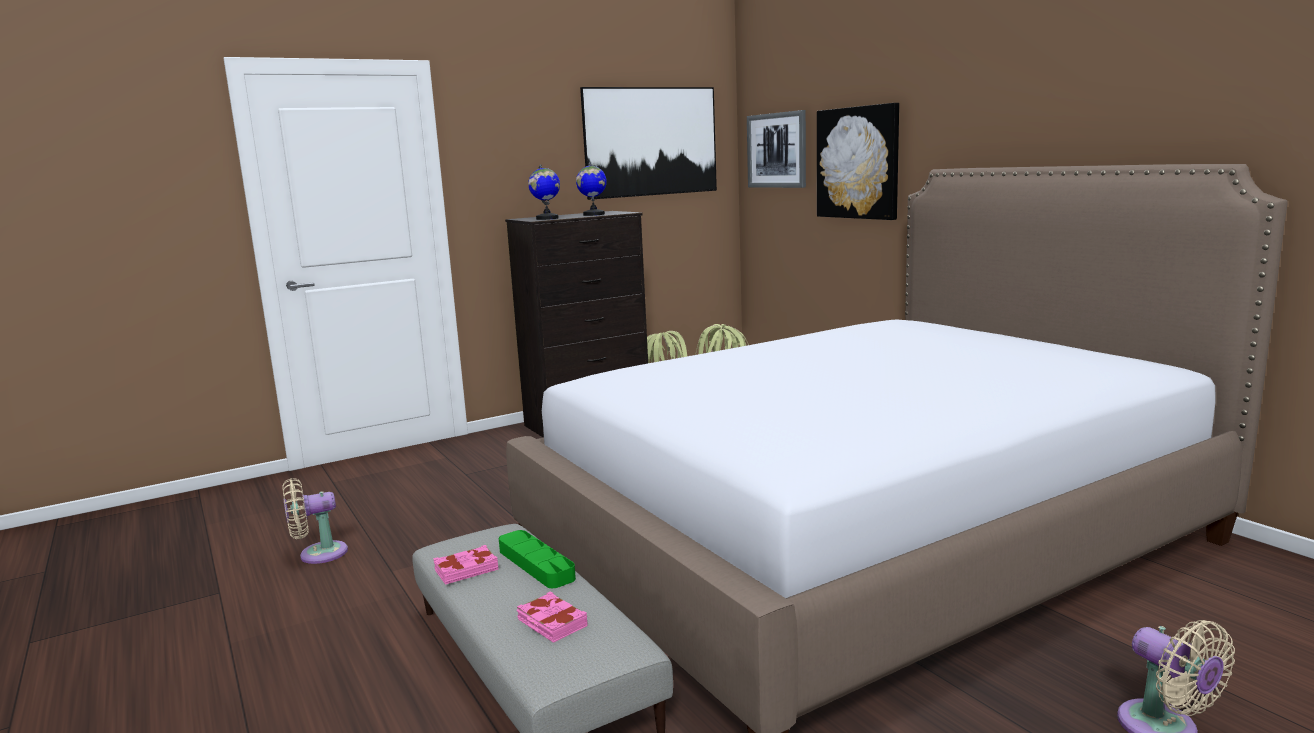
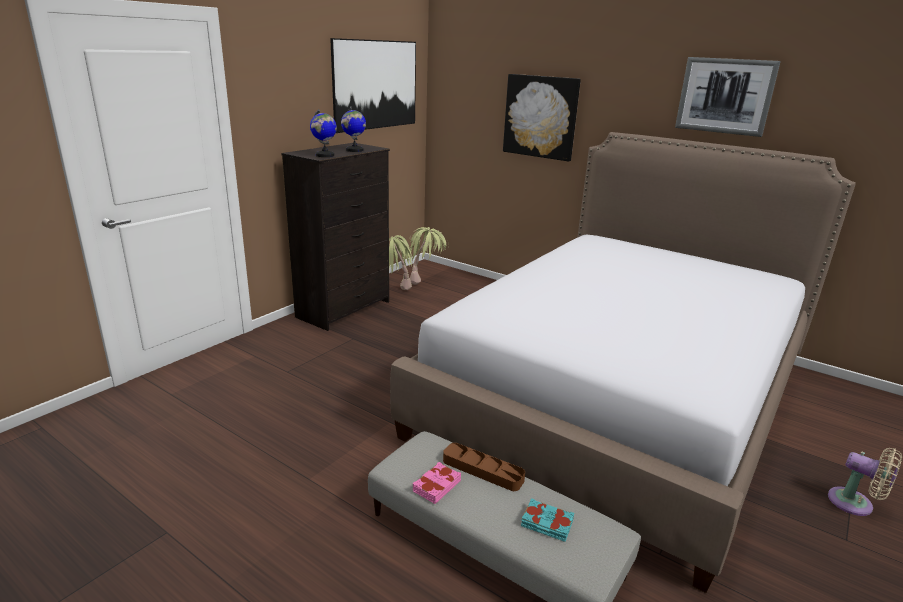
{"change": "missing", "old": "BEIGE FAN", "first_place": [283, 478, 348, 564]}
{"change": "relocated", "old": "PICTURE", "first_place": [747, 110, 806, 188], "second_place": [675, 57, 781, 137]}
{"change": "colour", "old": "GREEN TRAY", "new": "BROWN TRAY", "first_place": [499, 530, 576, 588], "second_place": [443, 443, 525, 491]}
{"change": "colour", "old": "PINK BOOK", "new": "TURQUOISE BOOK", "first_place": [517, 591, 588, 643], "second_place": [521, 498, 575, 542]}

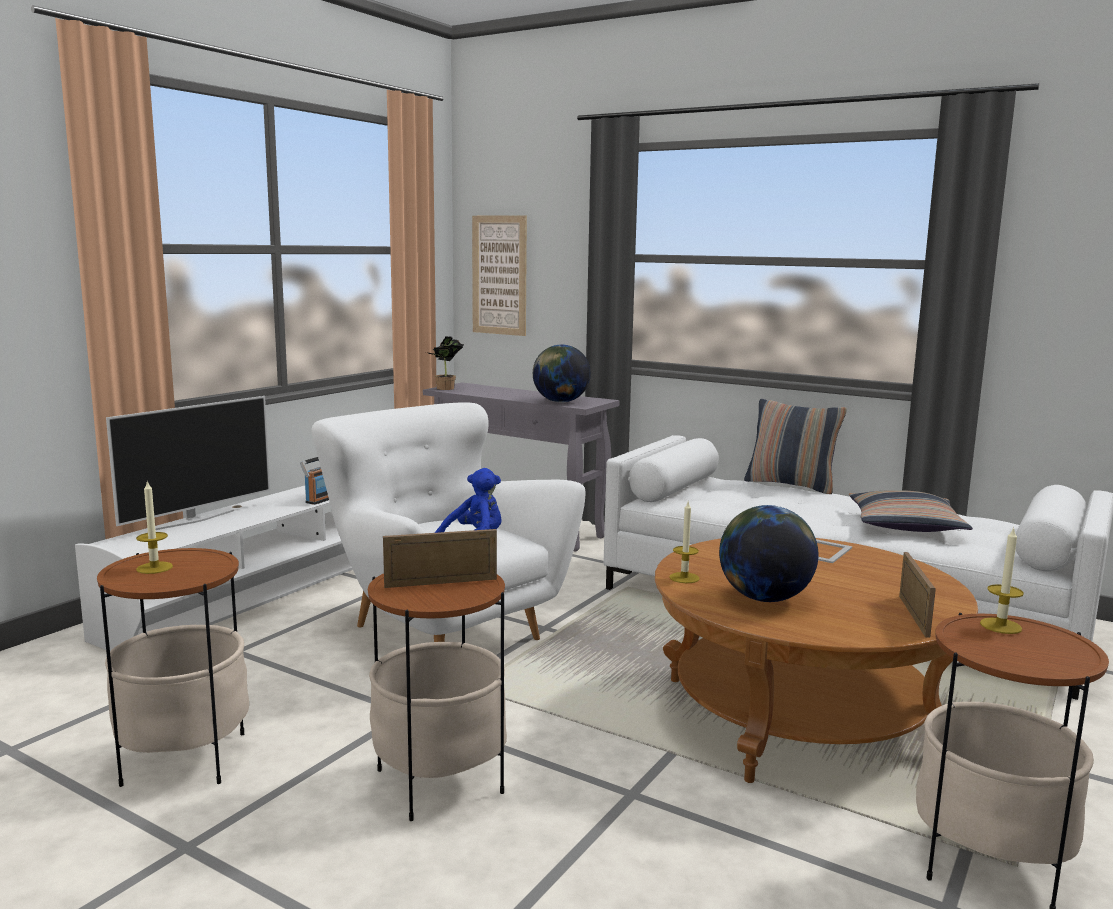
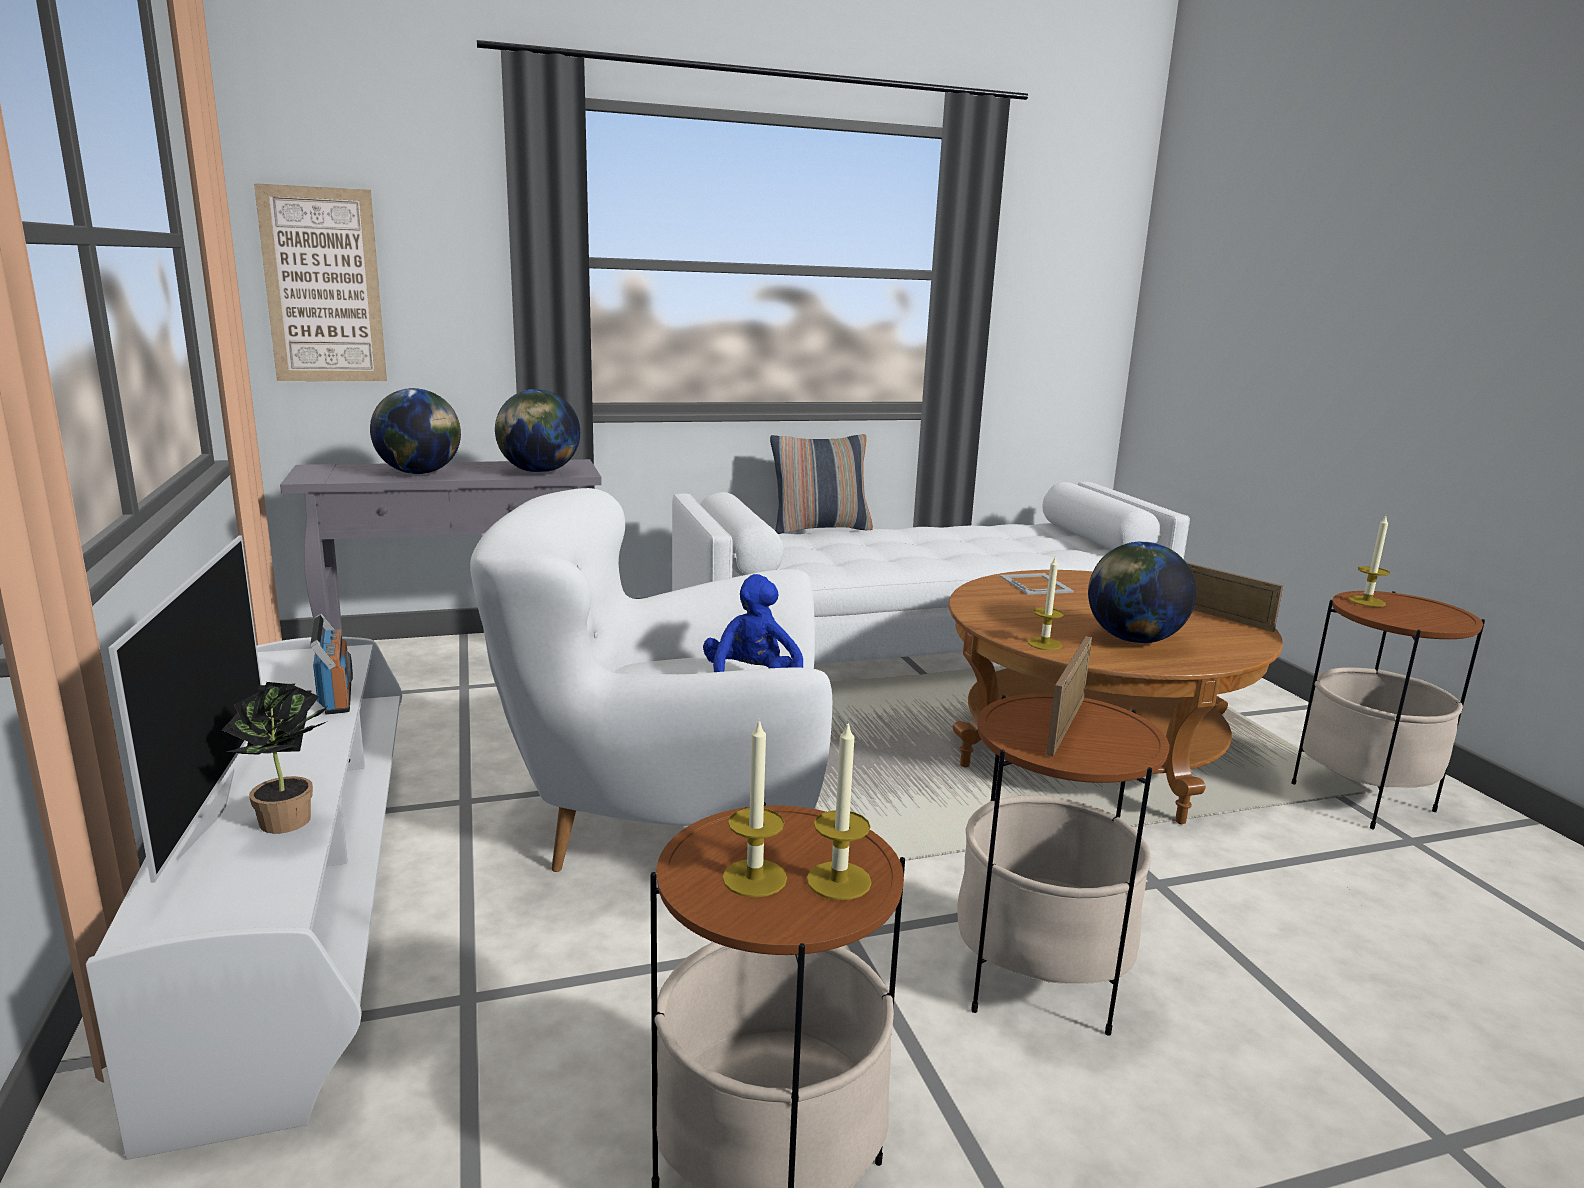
{"change": "missing", "old": "PILLOW", "first_place": [849, 490, 973, 532]}
{"change": "appeared", "new": "GLOBE", "second_place": [370, 388, 461, 474]}
{"change": "appeared", "new": "CANDLE", "second_place": [806, 724, 872, 900]}
{"change": "relocated", "old": "POTTED PLANT", "first_place": [426, 336, 464, 390], "second_place": [222, 682, 328, 834]}

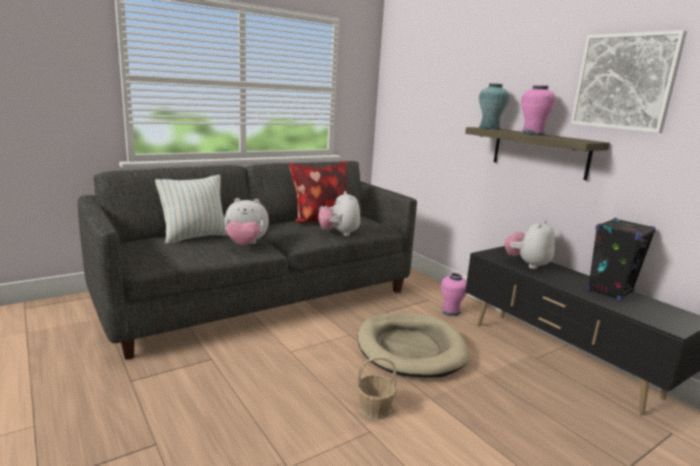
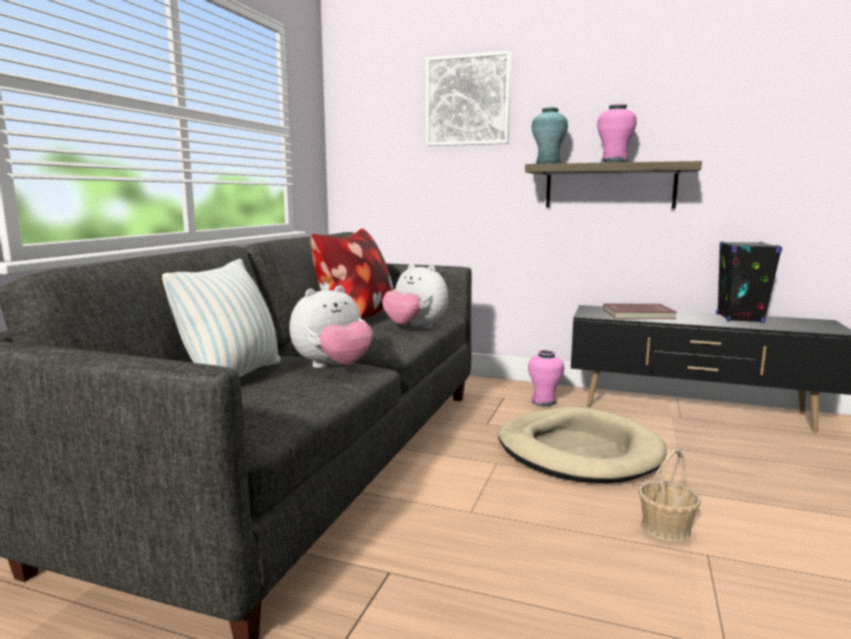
{"change": "relocated", "old": "PICTURE", "first_place": [570, 30, 687, 133], "second_place": [426, 51, 511, 146]}
{"change": "exchanged", "old": "PLUSH TOY", "new": "RED BOOK", "first_place": [504, 220, 555, 269], "second_place": [603, 303, 677, 319]}

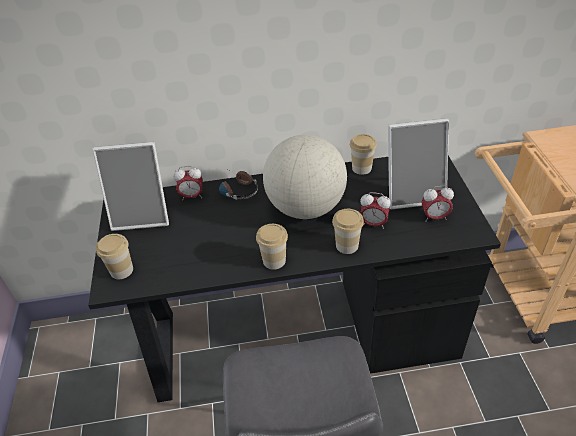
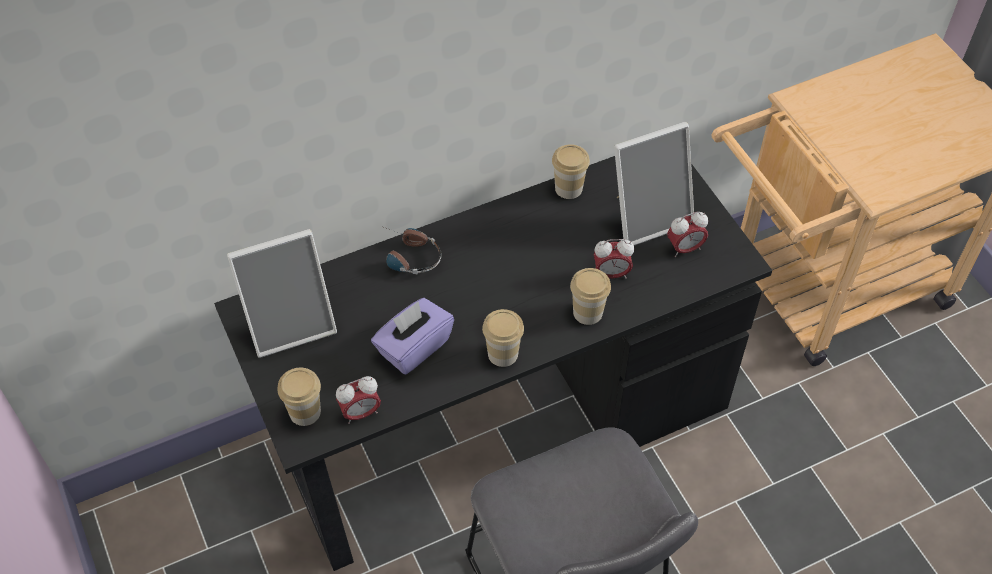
{"change": "missing", "old": "GLOBE", "first_place": [263, 135, 347, 219]}
{"change": "appeared", "new": "PURPLE TISSUE BOX", "second_place": [371, 298, 454, 374]}
{"change": "relocated", "old": "ALARM CLOCK", "first_place": [173, 166, 203, 199], "second_place": [336, 376, 381, 424]}

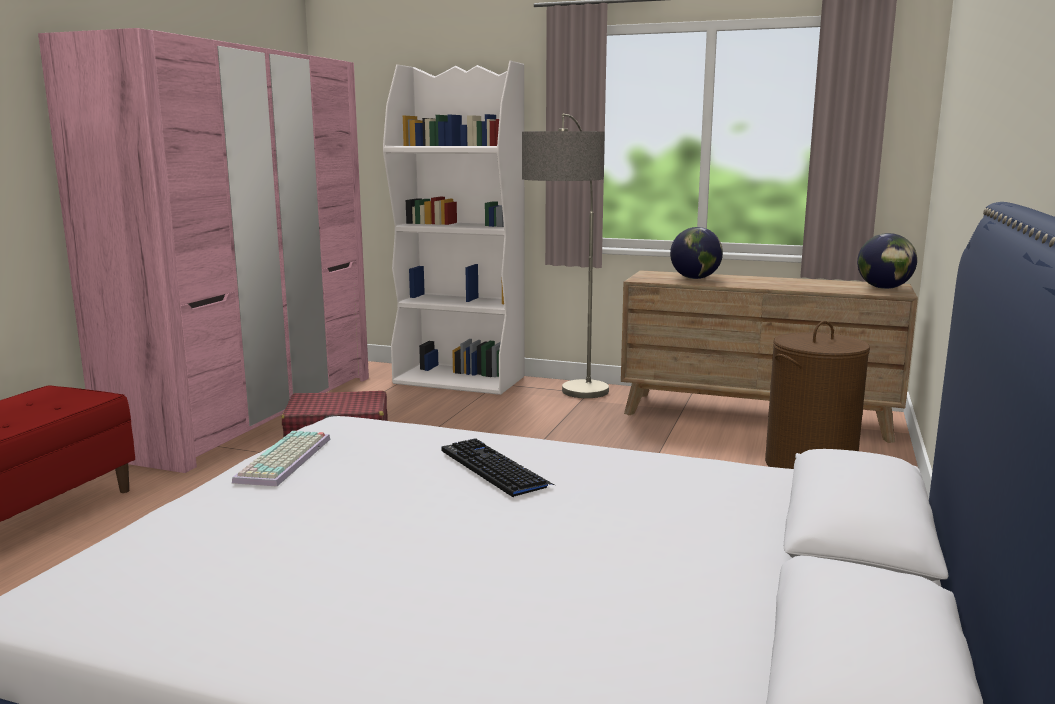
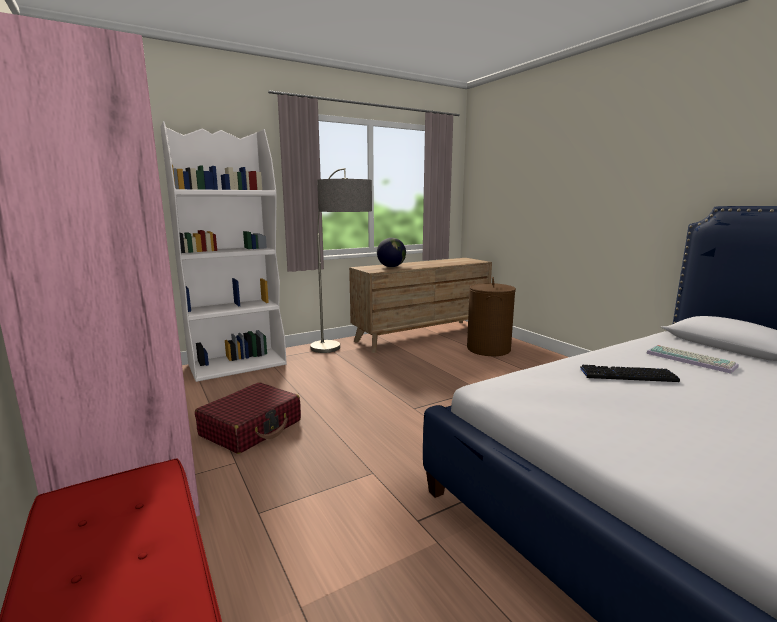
{"change": "missing", "old": "GLOBE", "first_place": [857, 233, 917, 289]}
{"change": "relocated", "old": "KEYBOARD", "first_place": [232, 431, 330, 487], "second_place": [646, 345, 738, 374]}

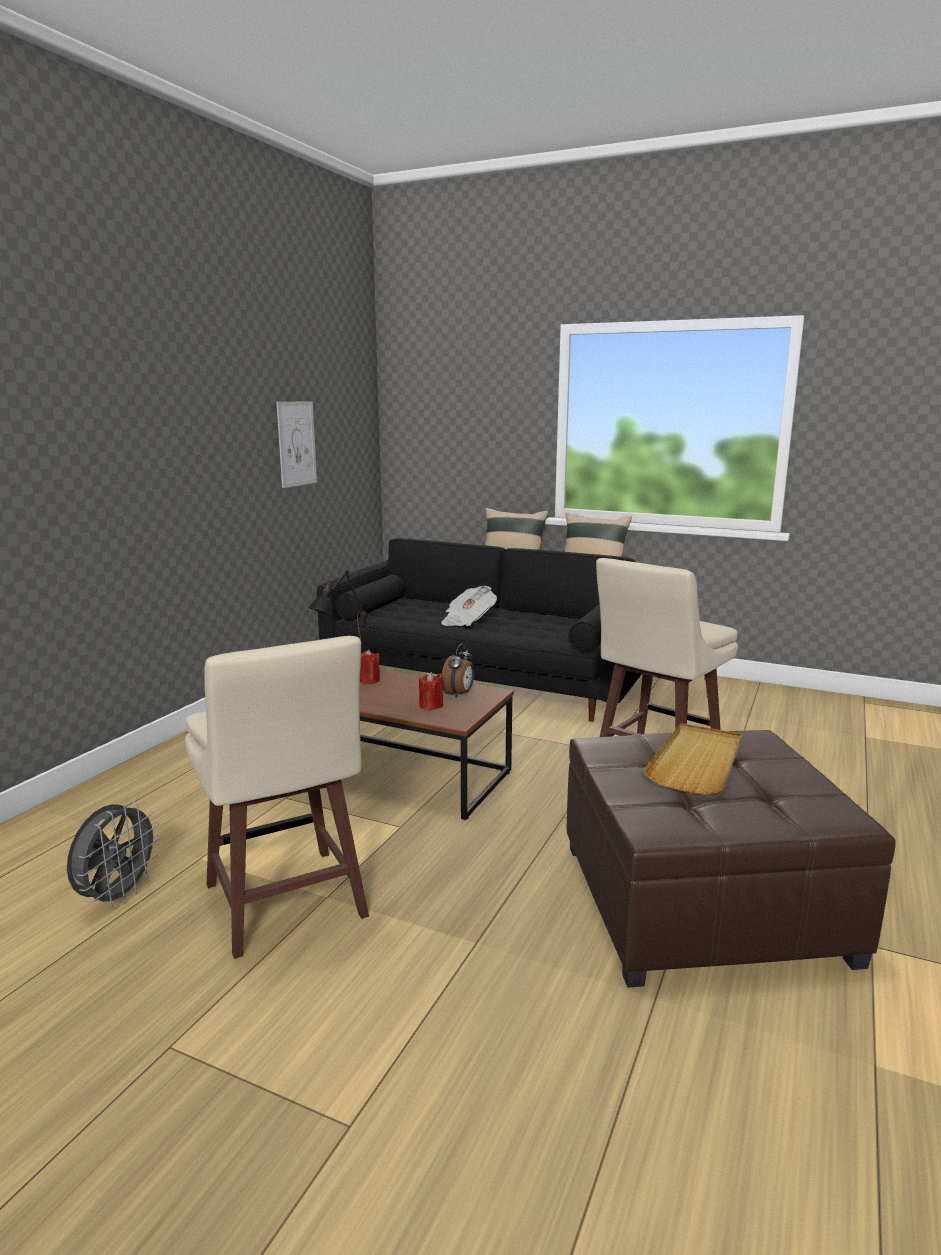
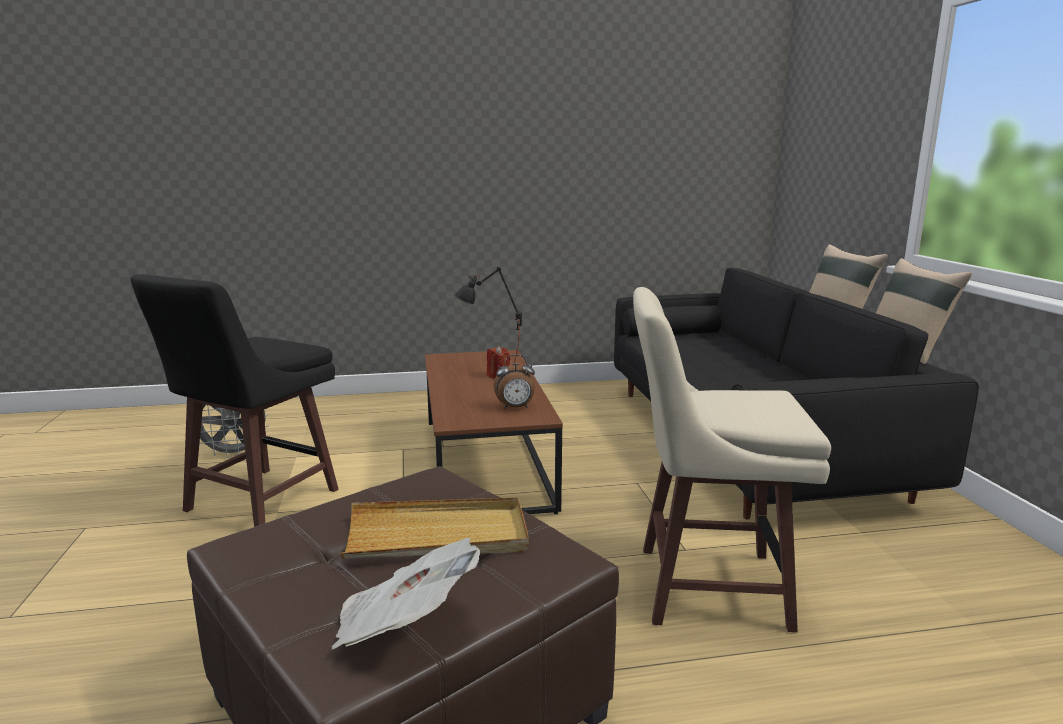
{"change": "missing", "old": "PICTURE", "first_place": [277, 401, 317, 488]}
{"change": "missing", "old": "RED CANDLE", "first_place": [419, 672, 443, 710]}
{"change": "relocated", "old": "NEWSPAPER", "first_place": [441, 586, 497, 626], "second_place": [331, 538, 480, 650]}
{"change": "colour", "old": "BEIGE STOOL", "new": "BLACK STOOL", "first_place": [185, 636, 369, 959], "second_place": [130, 274, 339, 527]}

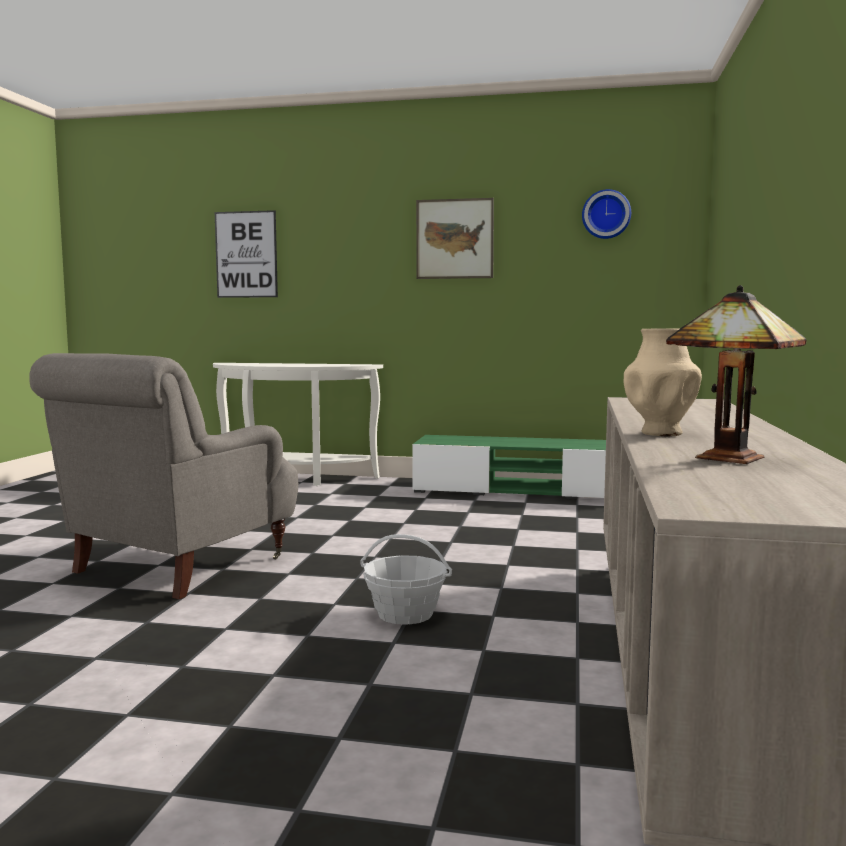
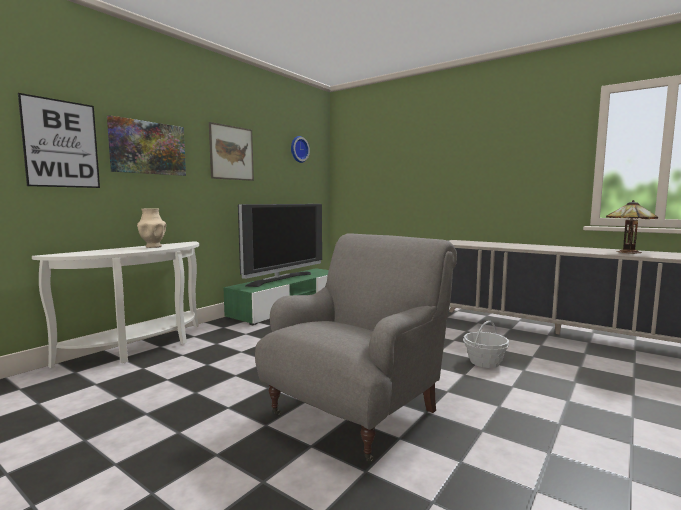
{"change": "appeared", "new": "PICTURE", "second_place": [107, 115, 186, 176]}
{"change": "appeared", "new": "TELEVISION", "second_place": [238, 204, 322, 287]}
{"change": "relocated", "old": "BEIGE VASE", "first_place": [624, 328, 702, 436], "second_place": [137, 208, 166, 248]}
{"change": "spun", "old": "GREY ARMCHAIR", "first_place": [29, 353, 298, 599], "second_place": [255, 234, 457, 461], "degrees": -105}

